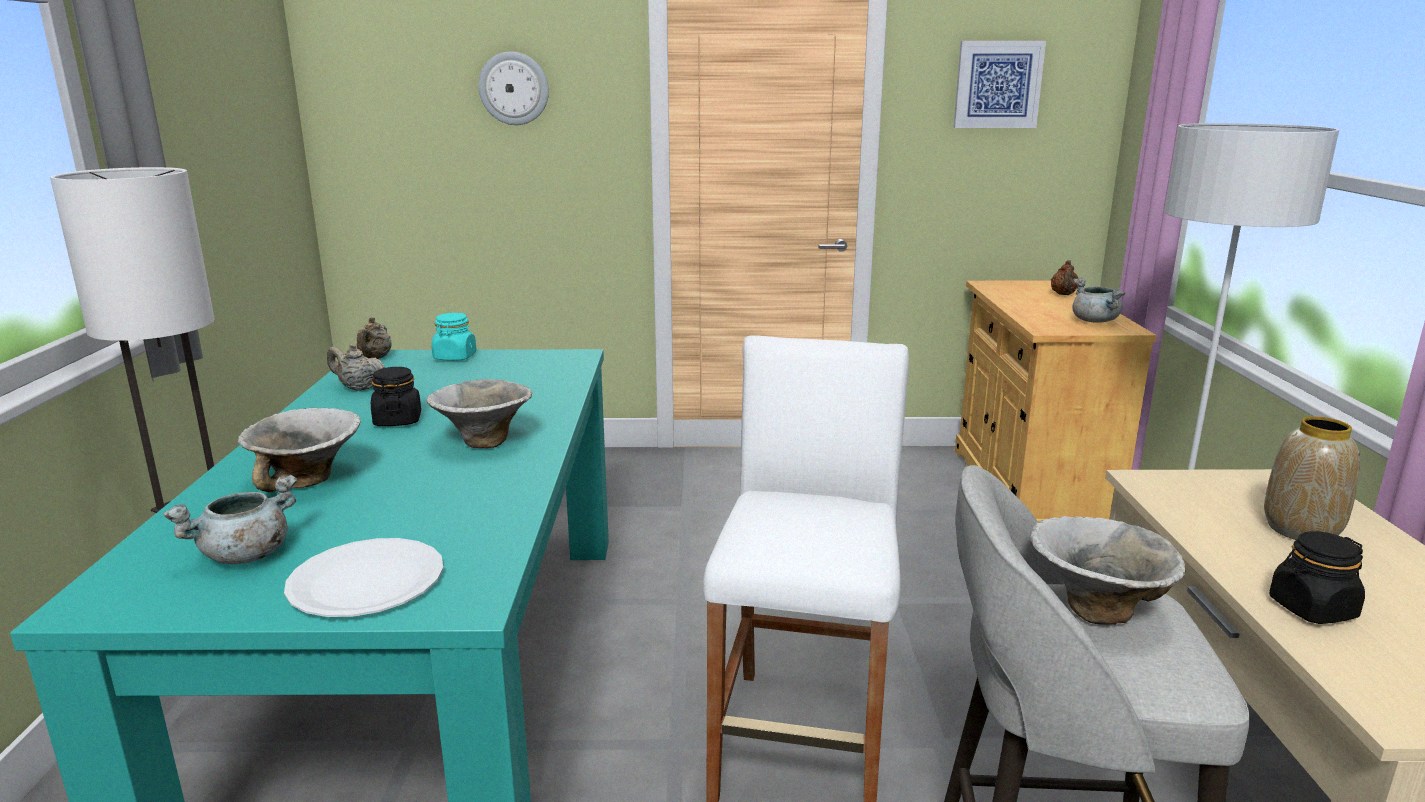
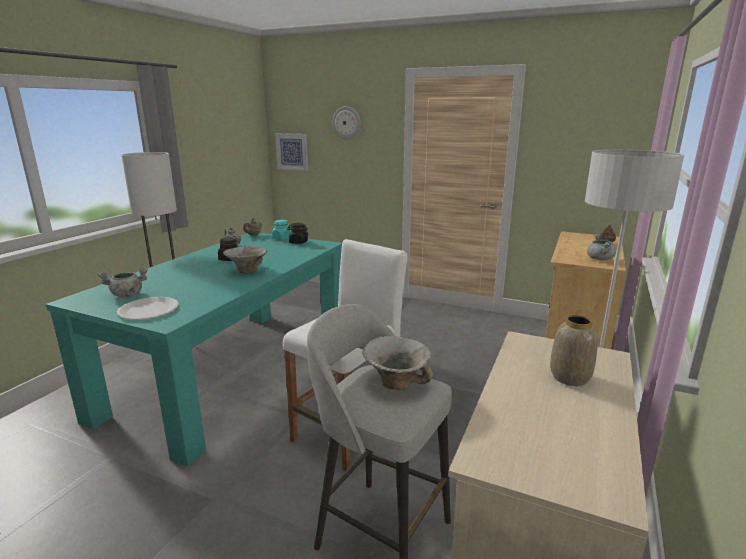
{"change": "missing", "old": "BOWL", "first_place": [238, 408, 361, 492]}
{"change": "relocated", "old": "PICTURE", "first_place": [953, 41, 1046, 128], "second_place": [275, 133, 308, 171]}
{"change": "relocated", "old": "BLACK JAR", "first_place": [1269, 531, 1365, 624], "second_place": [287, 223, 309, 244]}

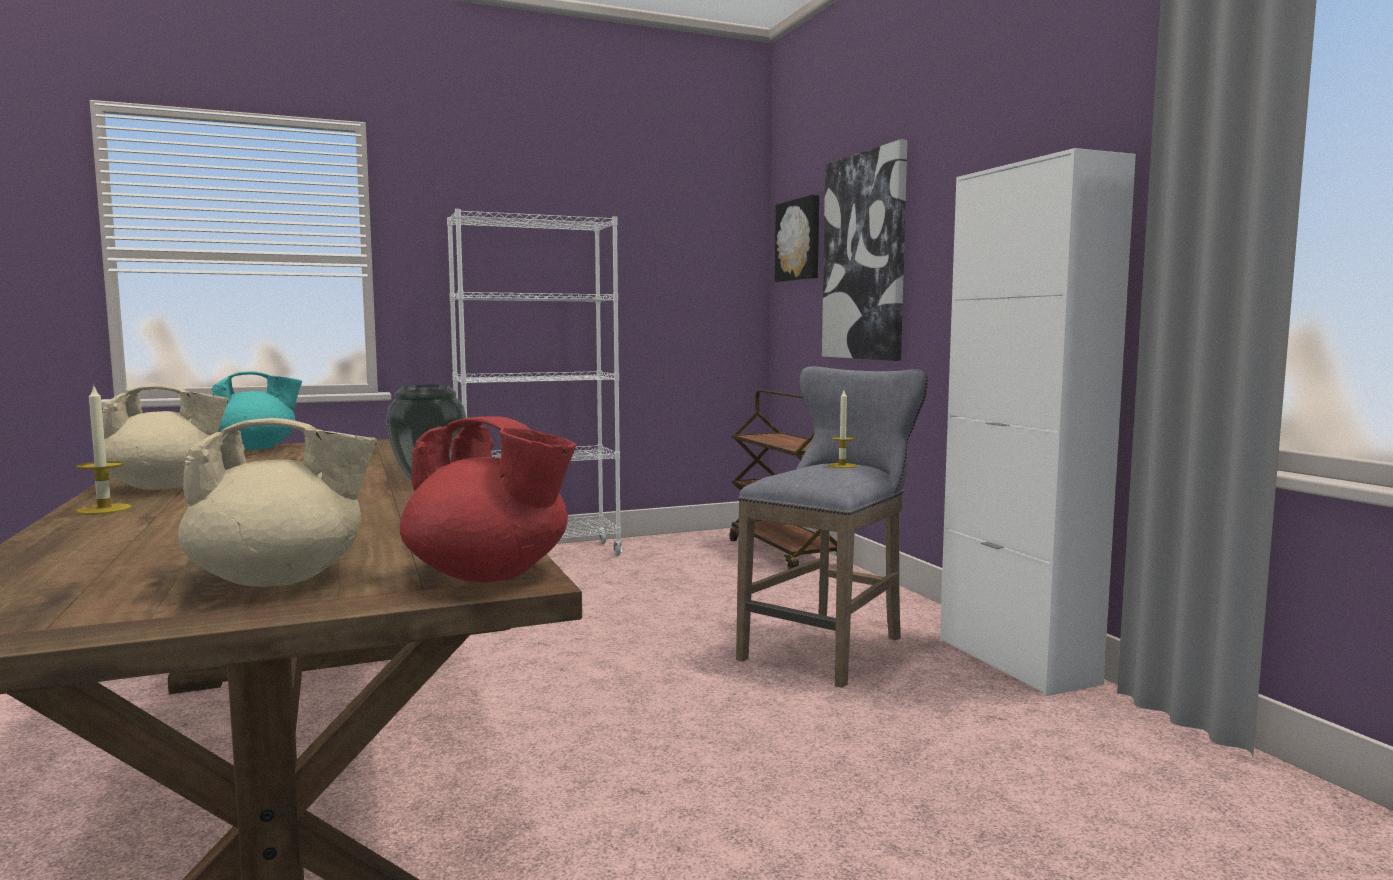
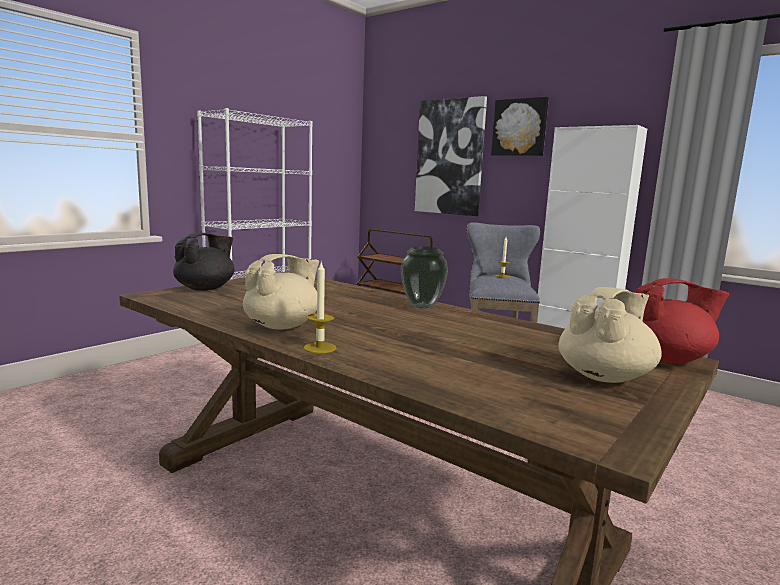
{"change": "relocated", "old": "PICTURE", "first_place": [775, 194, 819, 282], "second_place": [491, 97, 549, 156]}
{"change": "colour", "old": "TURQUOISE TEAPOT", "new": "BLACK TEAPOT", "first_place": [212, 371, 302, 450], "second_place": [173, 233, 234, 291]}

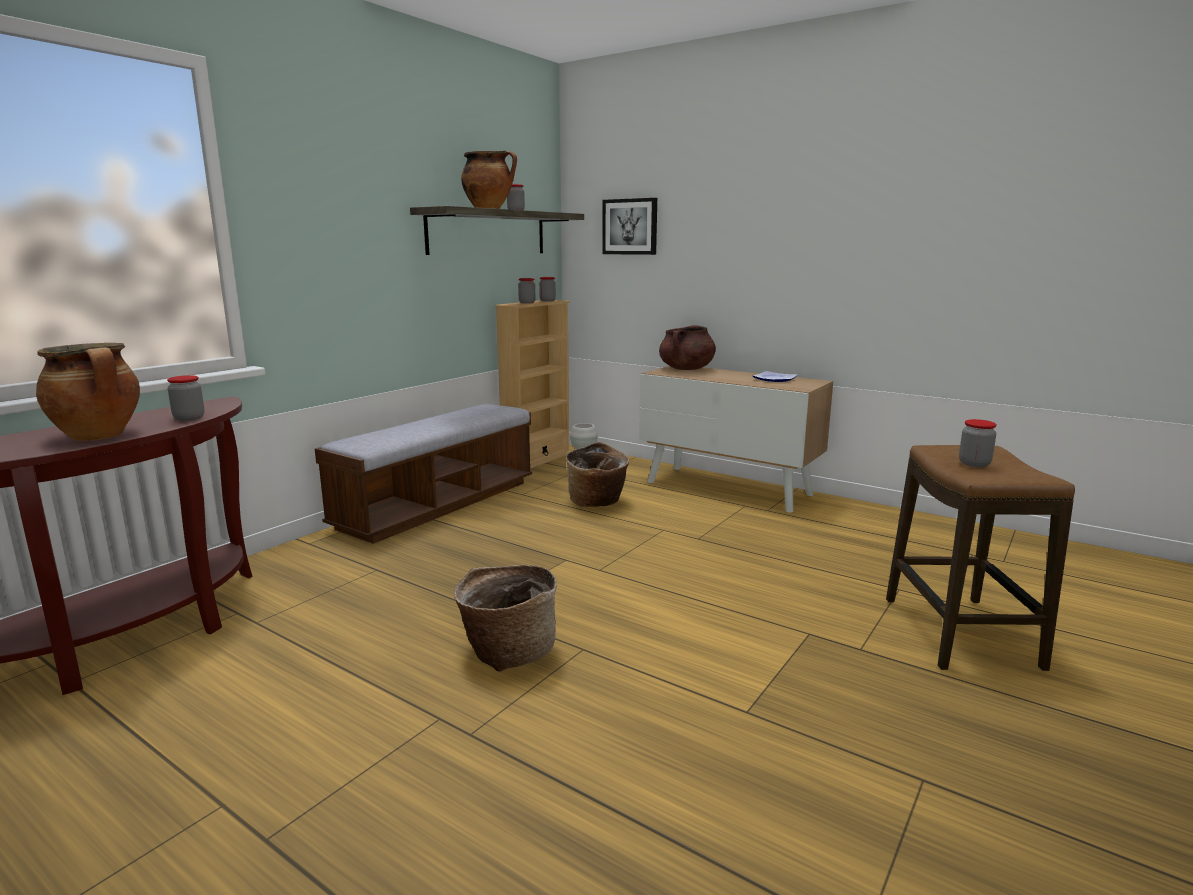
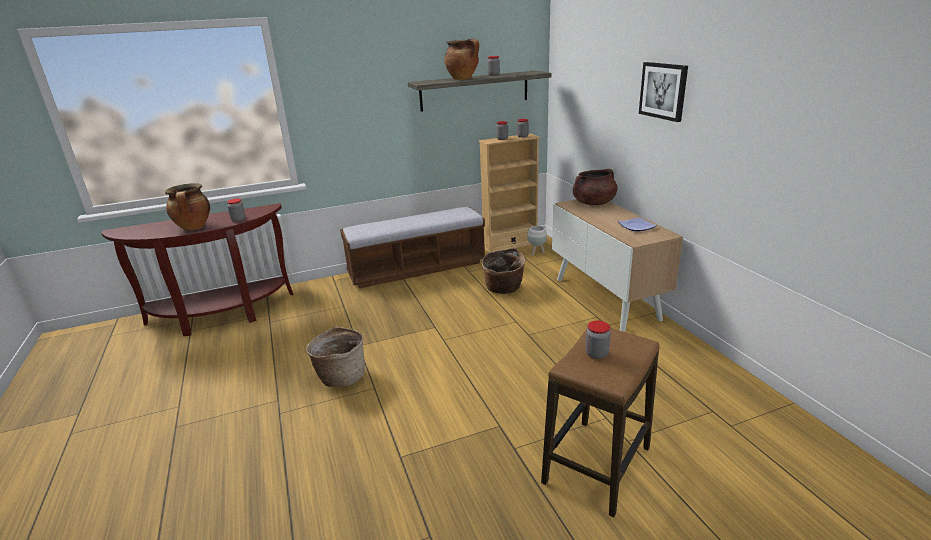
{"change": "relocated", "old": "PICTURE", "first_place": [602, 198, 657, 255], "second_place": [639, 62, 688, 122]}

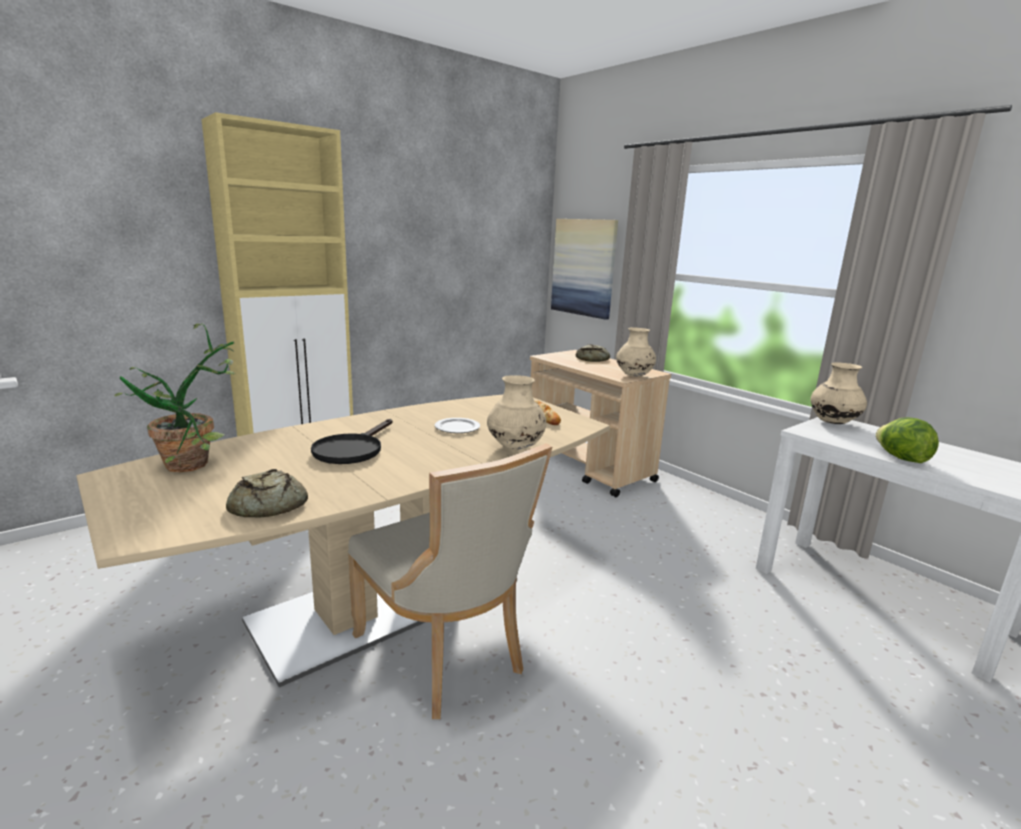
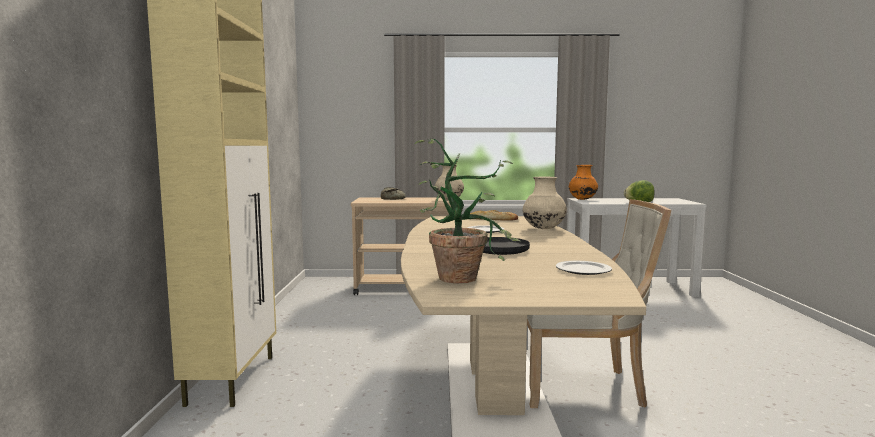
{"change": "missing", "old": "PICTURE", "first_place": [551, 219, 618, 320]}
{"change": "exchanged", "old": "BREAD", "new": "PLATE", "first_place": [226, 469, 308, 517], "second_place": [556, 261, 612, 275]}
{"change": "colour", "old": "BEIGE VASE", "new": "ORANGE VASE", "first_place": [811, 362, 867, 424], "second_place": [569, 165, 598, 200]}

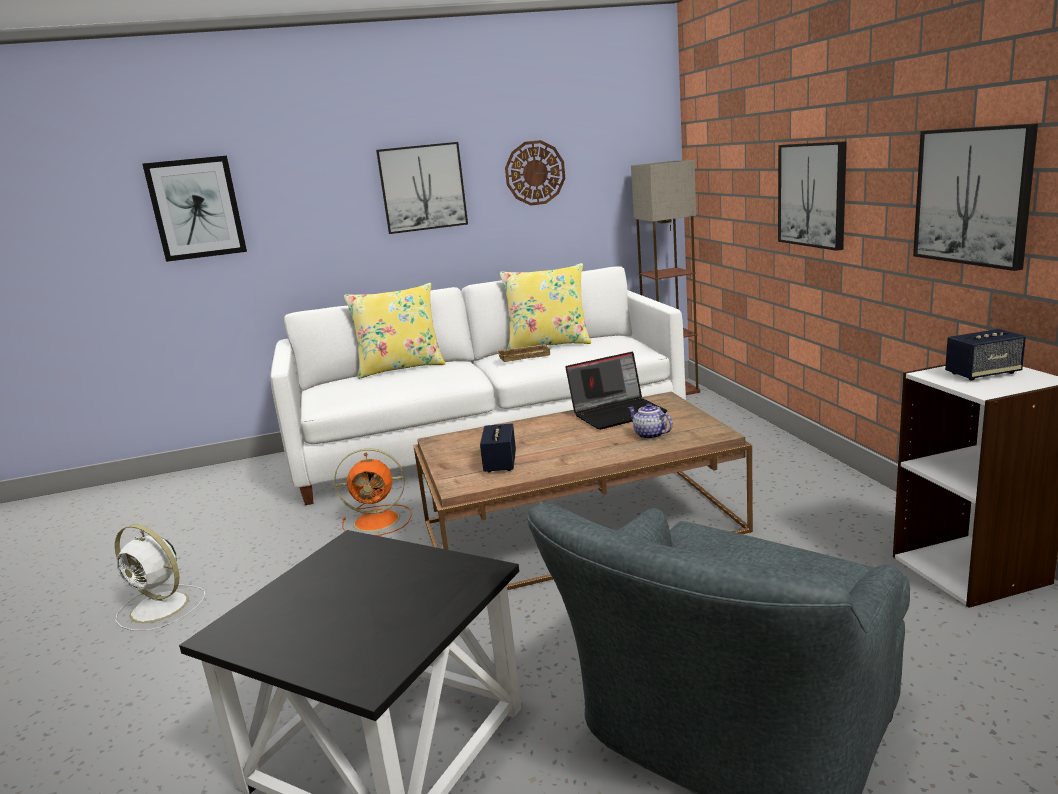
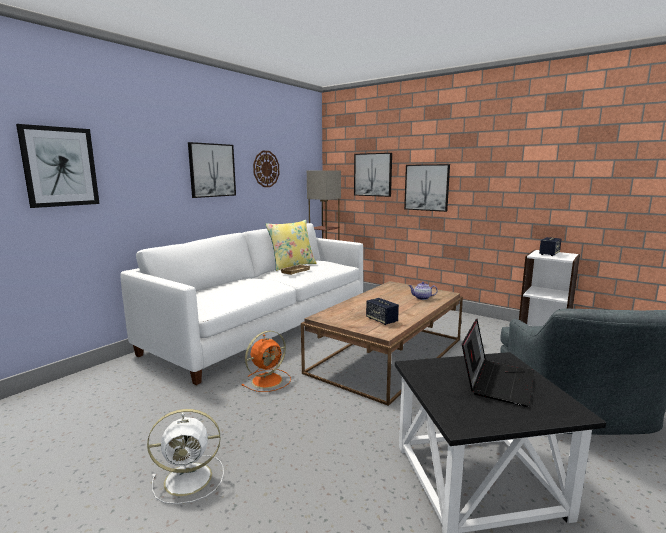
{"change": "missing", "old": "YELLOW PILLOW", "first_place": [344, 283, 445, 379]}
{"change": "relocated", "old": "LAPTOP", "first_place": [565, 352, 667, 430], "second_place": [462, 319, 534, 407]}
{"change": "relocated", "old": "PICTURE", "first_place": [913, 124, 1038, 271], "second_place": [354, 153, 392, 197]}

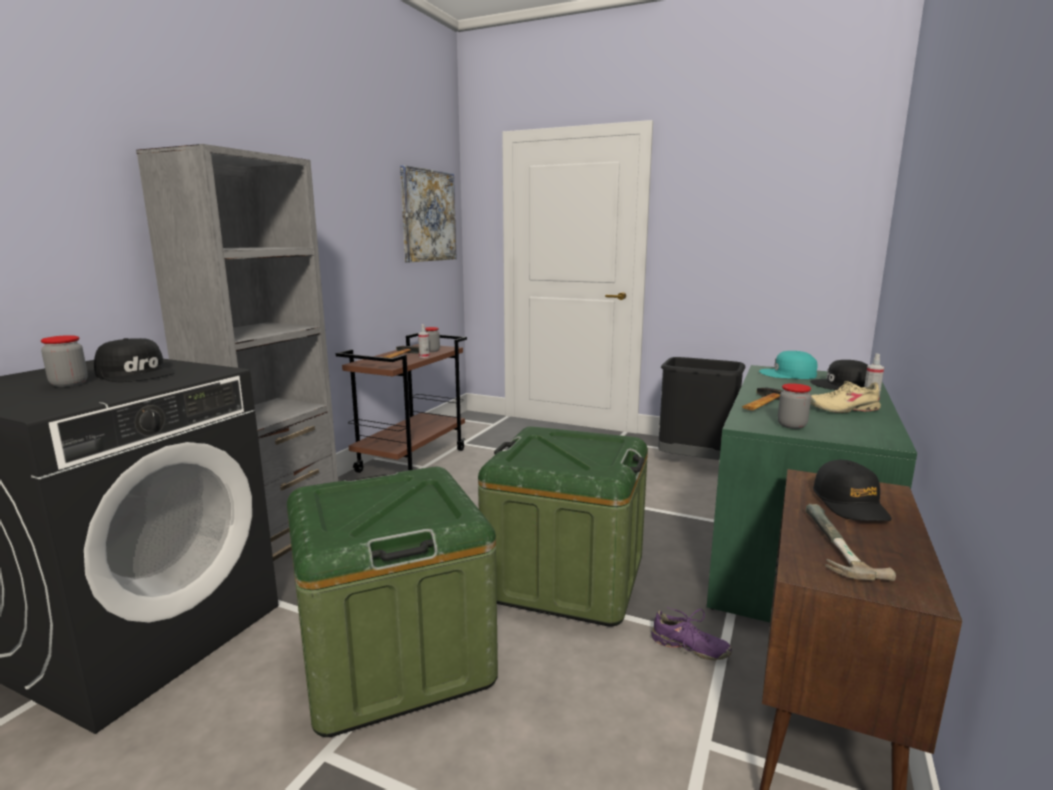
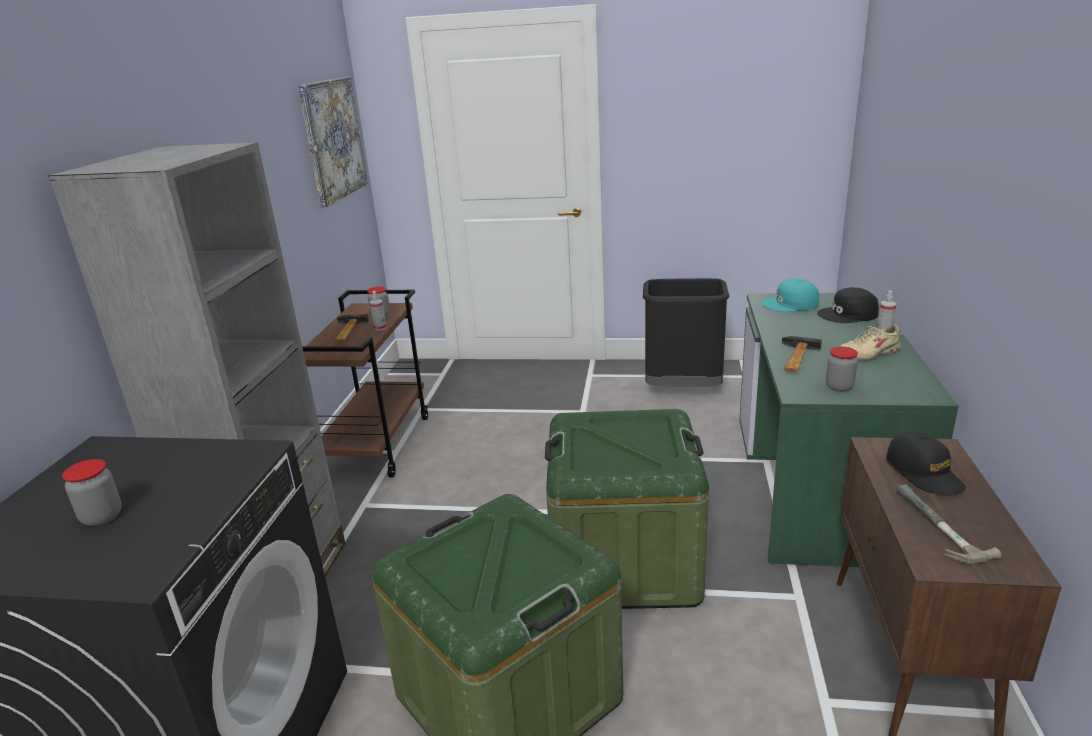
{"change": "missing", "old": "BLACK CAP", "first_place": [94, 338, 176, 382]}
{"change": "missing", "old": "PURPLE SHOE", "first_place": [651, 607, 732, 660]}

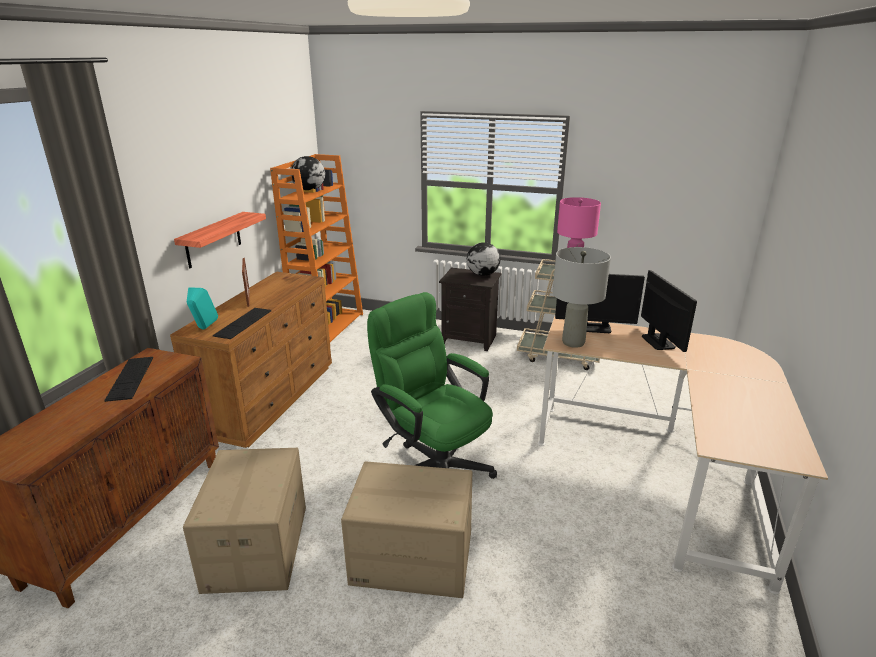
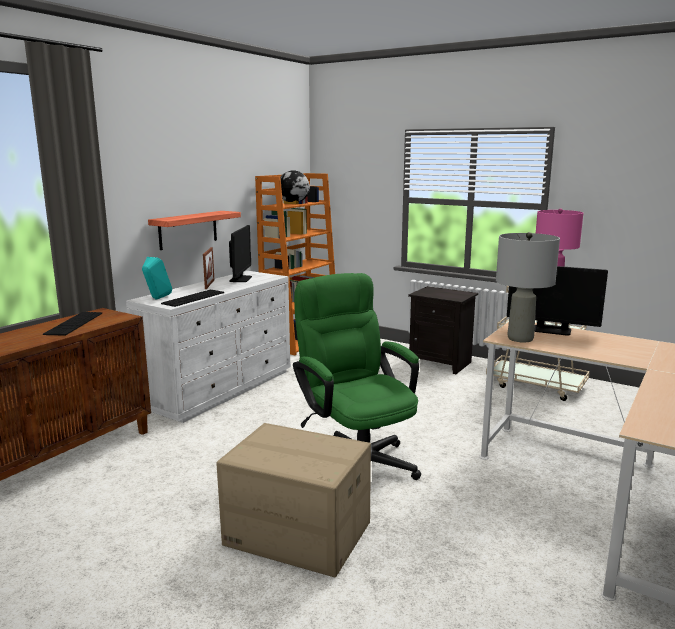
{"change": "missing", "old": "CARDBOARD BOX", "first_place": [183, 448, 306, 594]}
{"change": "missing", "old": "GLOBE", "first_place": [467, 242, 501, 276]}
{"change": "relocated", "old": "MONITOR", "first_place": [641, 270, 697, 352], "second_place": [229, 225, 252, 282]}
{"change": "colour", "old": "BROWN DRESSER", "new": "WHITE DRESSER", "first_place": [170, 272, 332, 448], "second_place": [126, 271, 291, 423]}

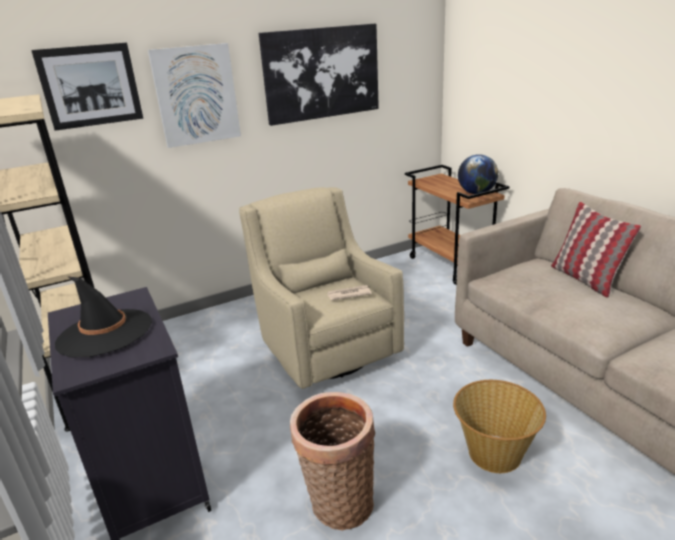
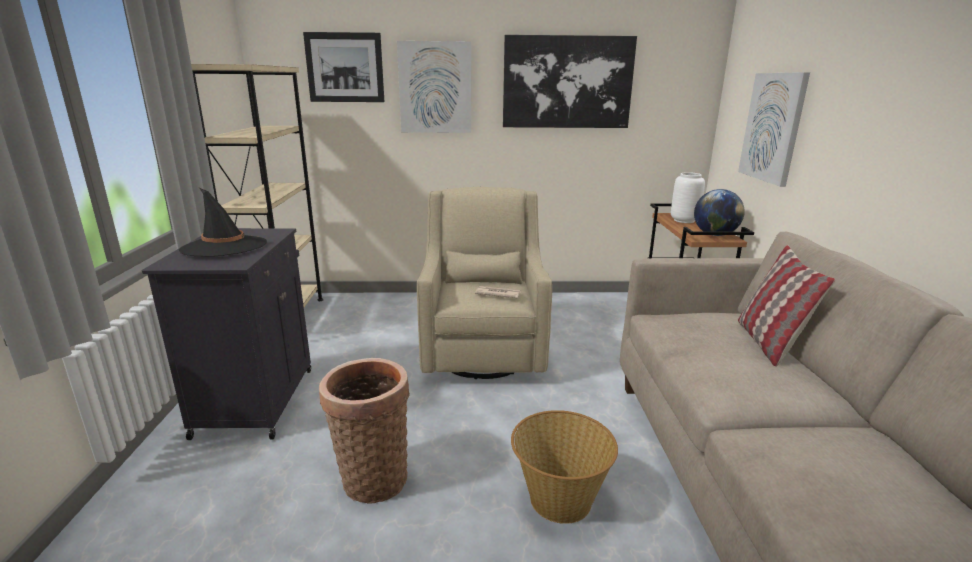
{"change": "appeared", "new": "WHITE VASE", "second_place": [671, 172, 705, 223]}
{"change": "appeared", "new": "PICTURE", "second_place": [738, 72, 810, 187]}

